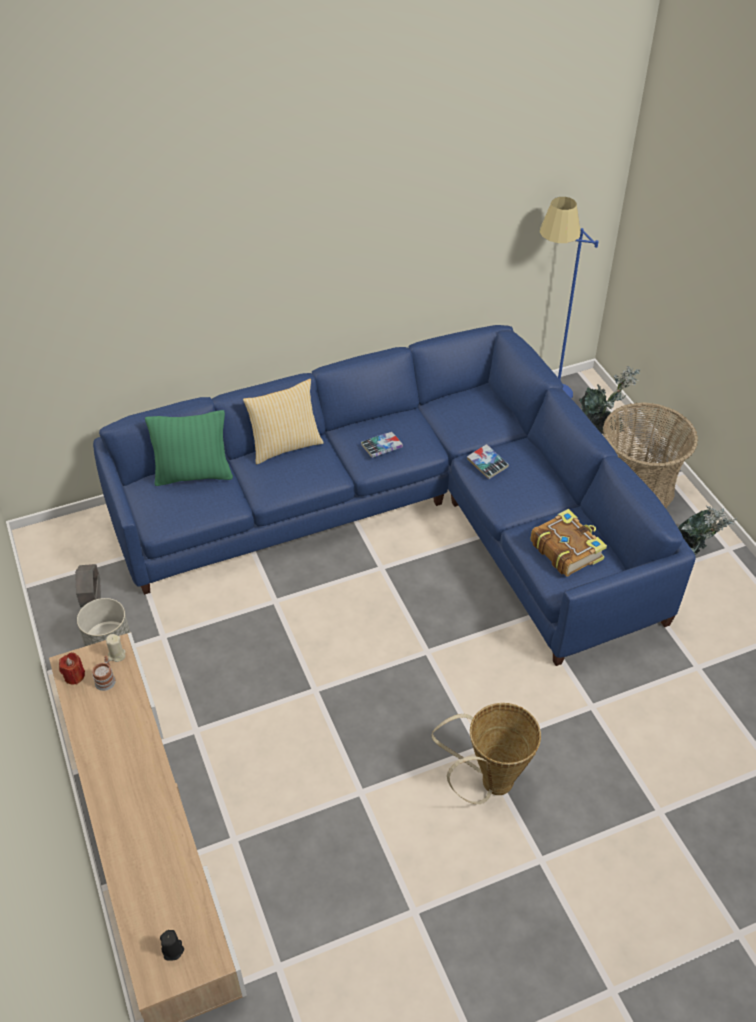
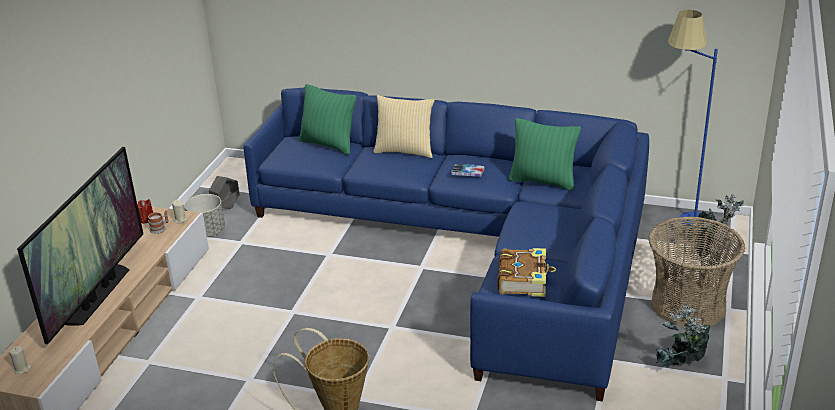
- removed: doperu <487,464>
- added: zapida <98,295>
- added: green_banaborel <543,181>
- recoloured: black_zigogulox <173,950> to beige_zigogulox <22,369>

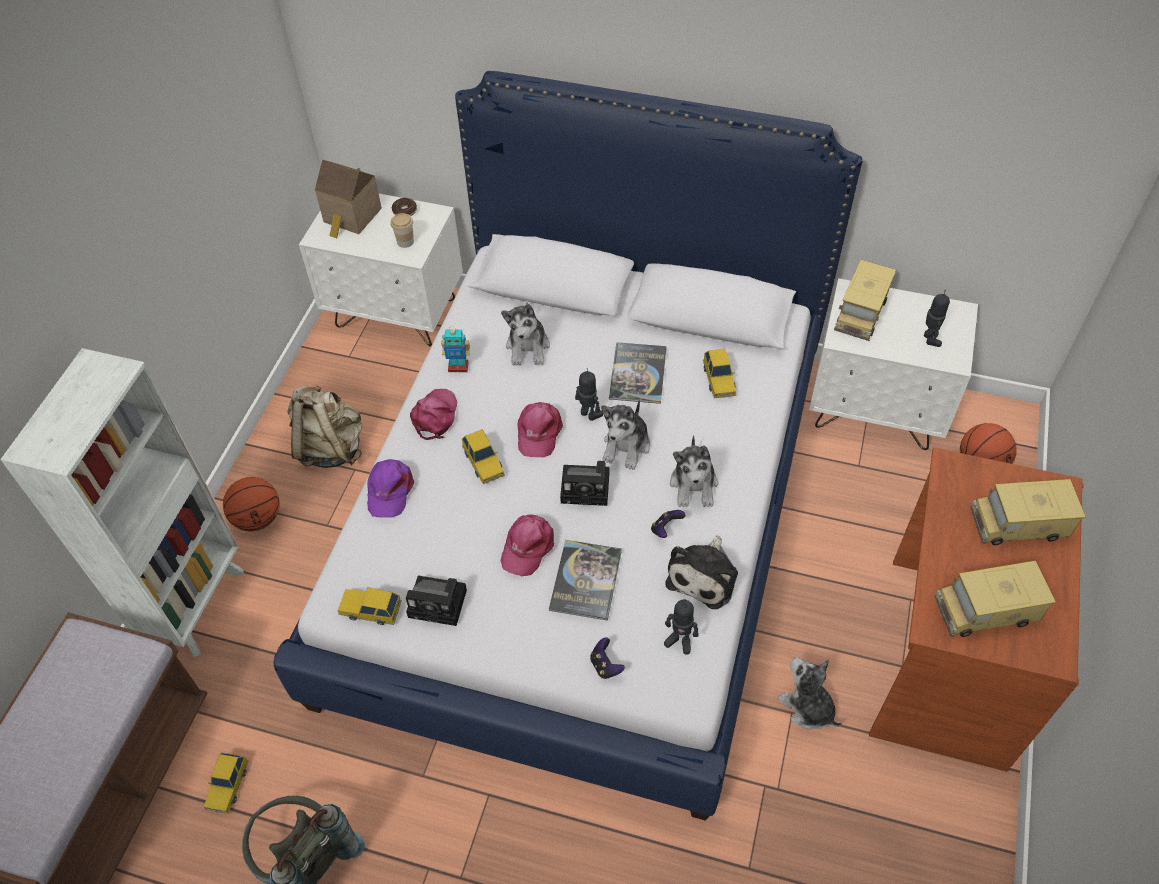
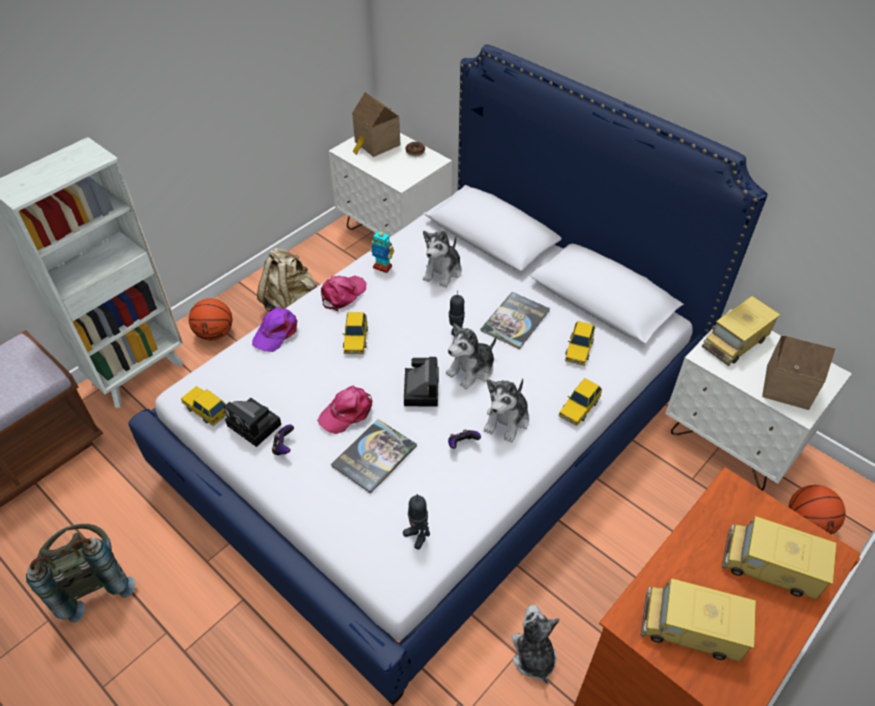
- removed: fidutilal <405,241>
- removed: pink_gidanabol <538,432>
- removed: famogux <704,575>
- moved: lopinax <227,786> to <579,407>
- moved: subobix <605,665> to <284,447>
- replaced: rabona <929,339> to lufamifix <787,385>
- turned: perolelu <587,488> = <420,388> 120 degrees counterclockwise

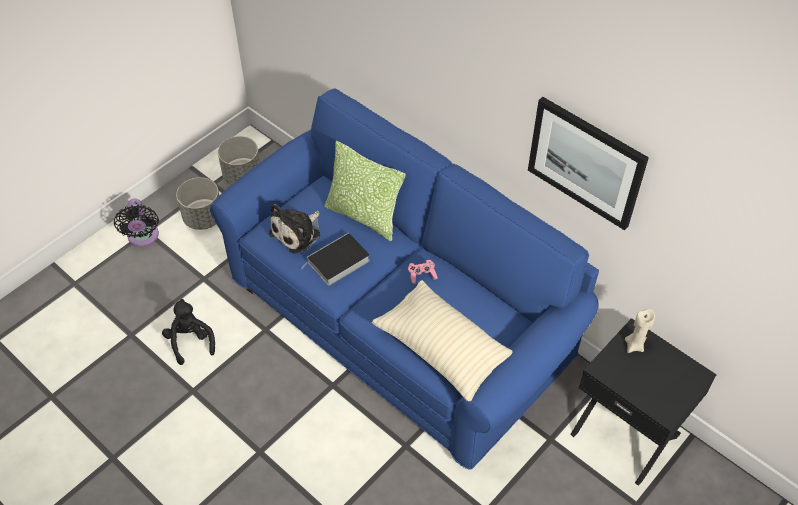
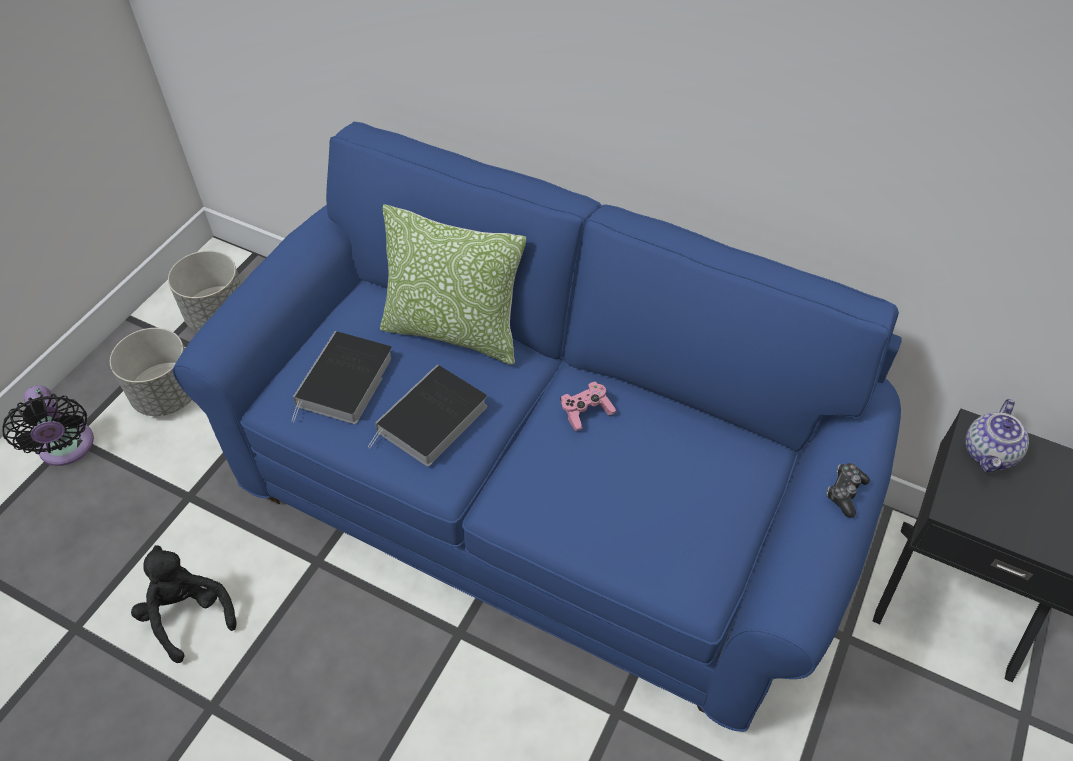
- removed: beige_banaborel <443,349>
- removed: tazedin <586,162>
- added: subobix <845,492>
- replaced: famogux <297,233> to doperu <345,384>
- replaced: beige_zigogulox <634,345> to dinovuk <989,454>

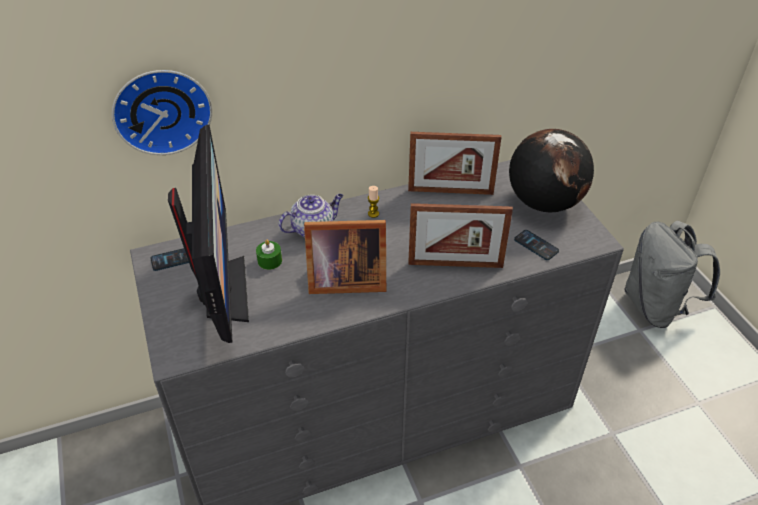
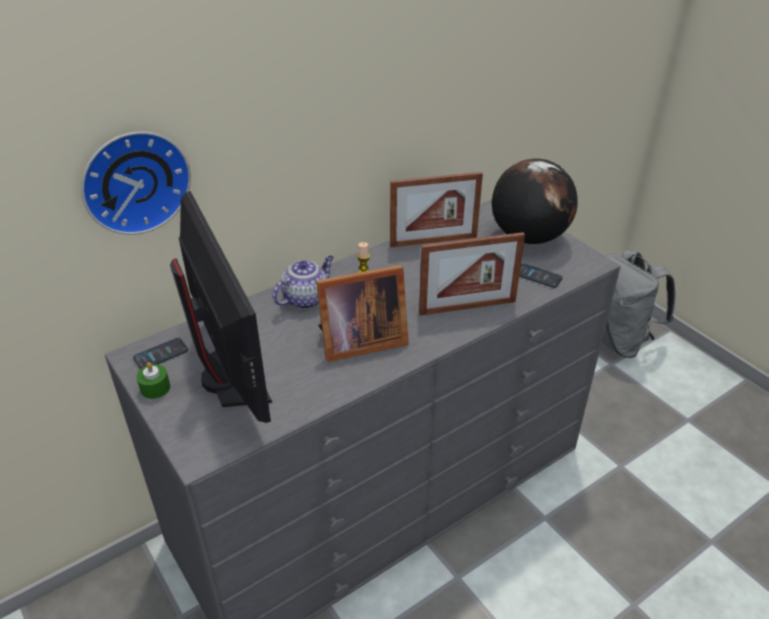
- moved: green_zigogulox <270,261> to <155,388>

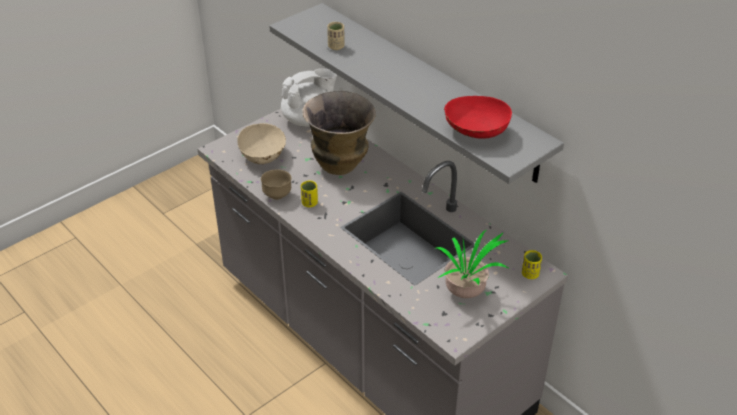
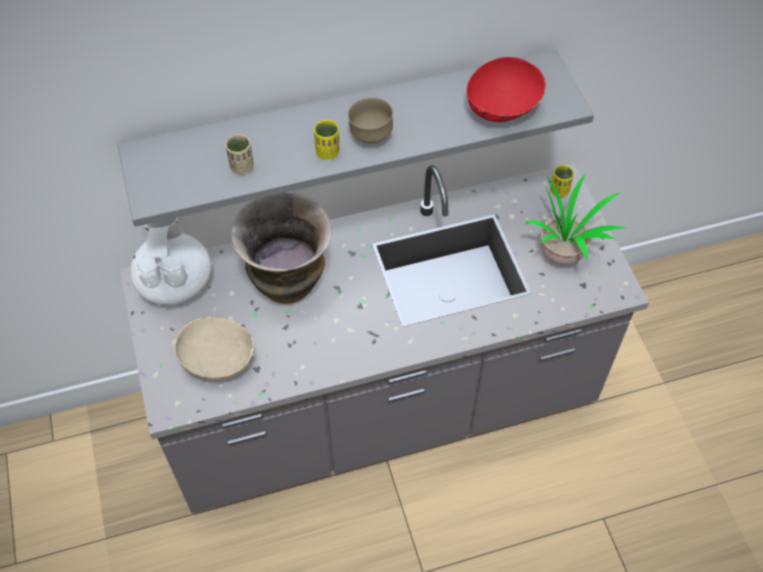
- moved: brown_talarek <277,195> to <370,136>
- moved: yellow_fidutilal <309,203> to <327,152>

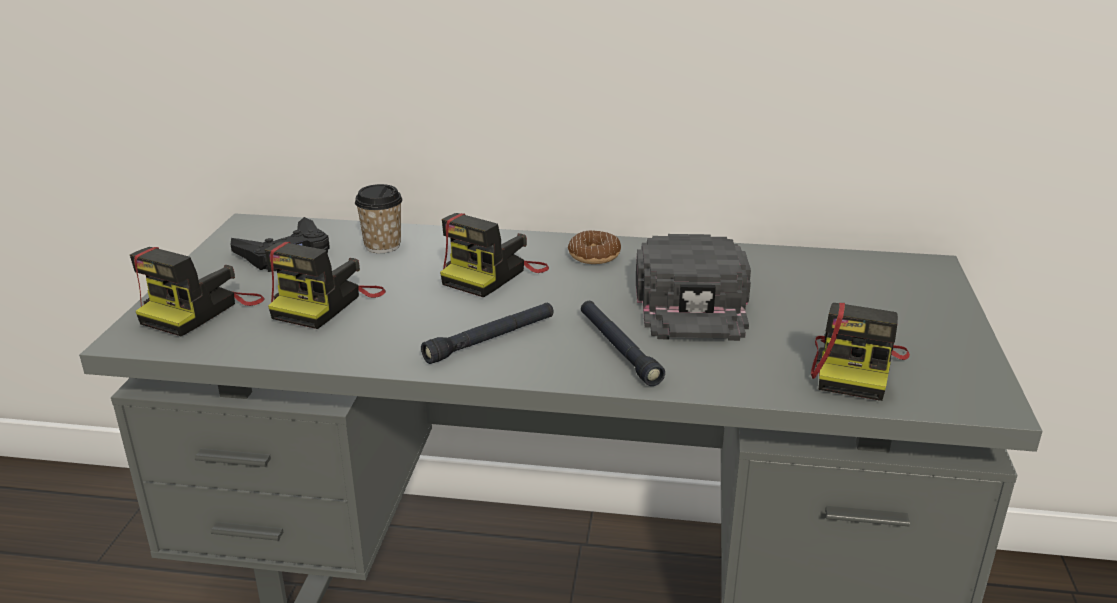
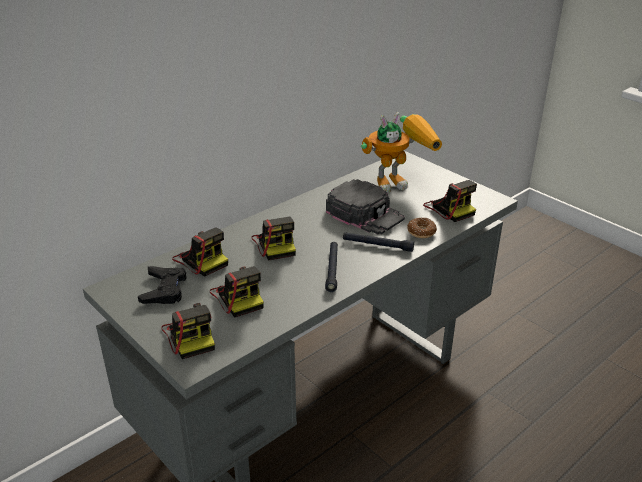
- added: rabona <399,181>
- moved: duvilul <594,255> to <421,232>
- replaced: fidutilal <382,246> to perolelu <201,260>

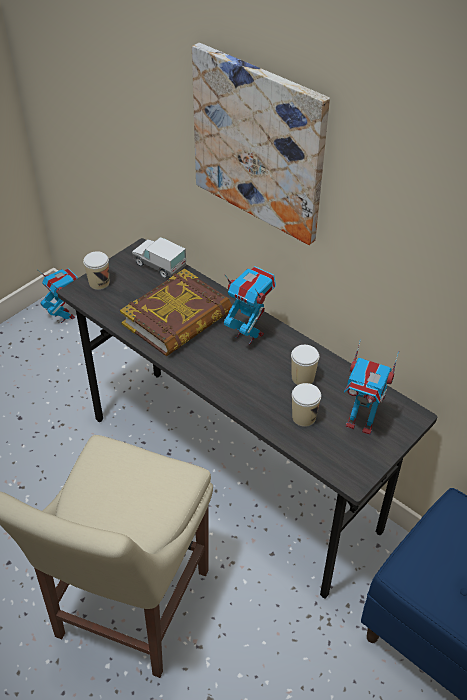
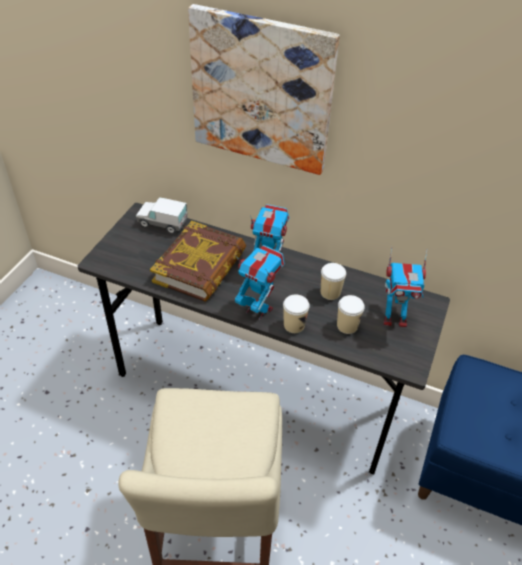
- moved: rabona <64,316> to <258,309>
- moved: fidutilal <99,283> to <294,325>

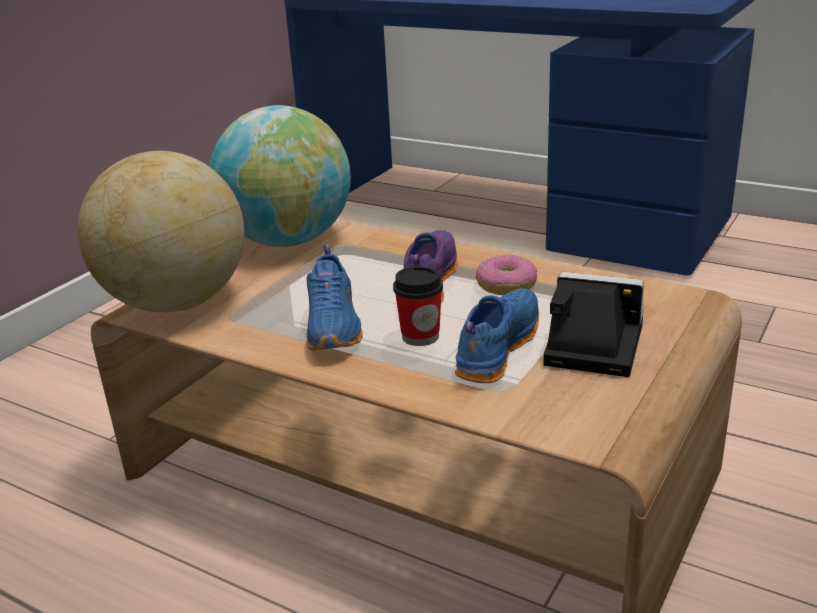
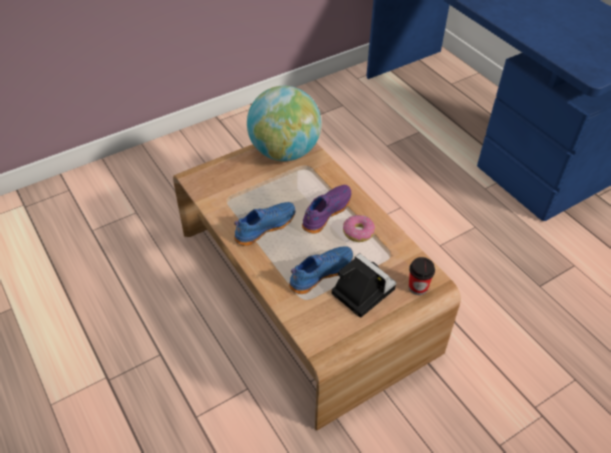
- removed: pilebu <176,303>
- moved: fidutilal <420,336> to <418,287>
- turned: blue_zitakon <335,327> = <264,227> 150 degrees counterclockwise

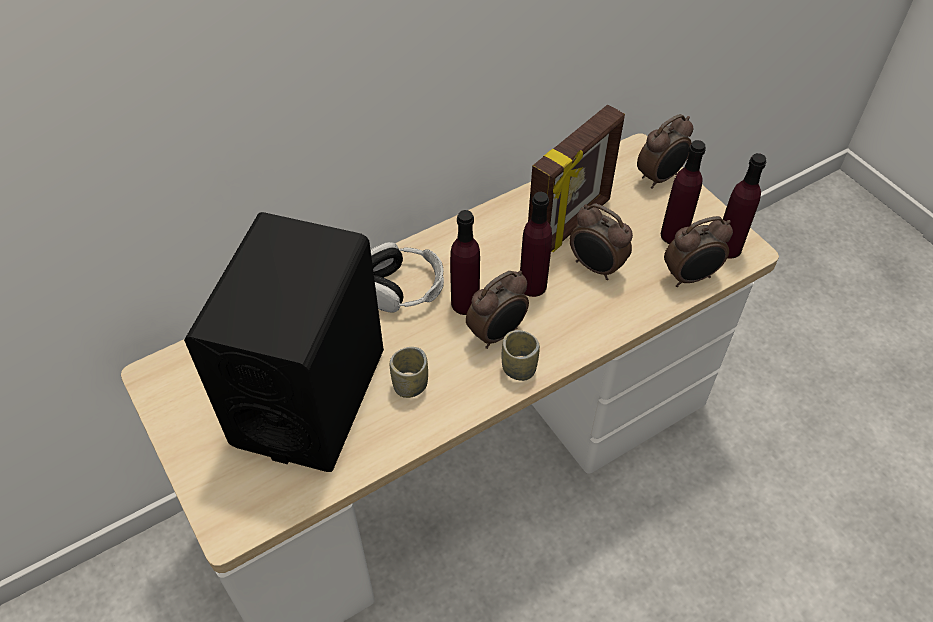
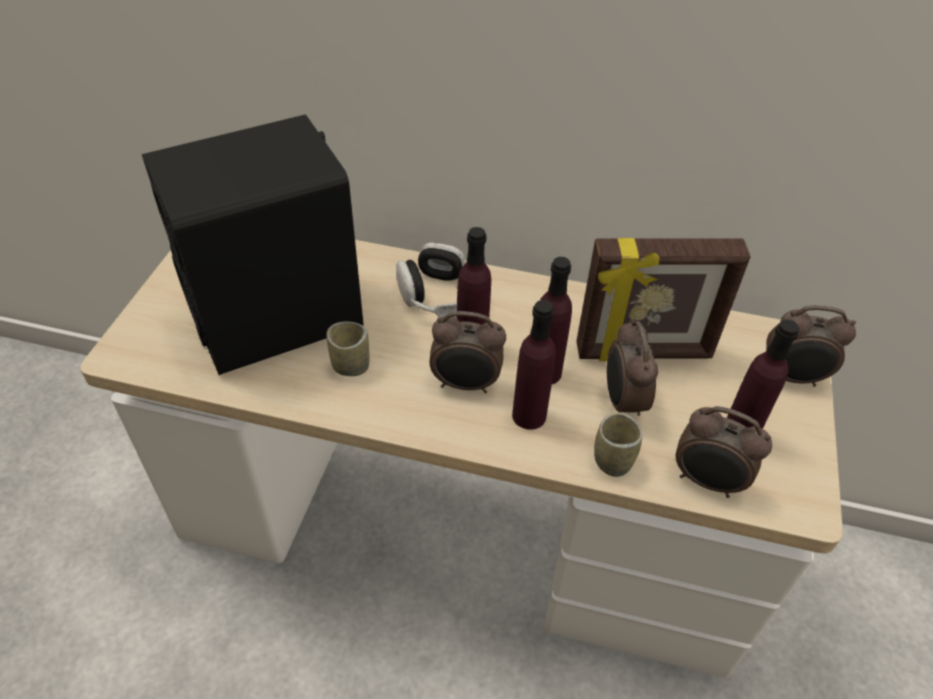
- moved: fidutilal <519,368> to <612,461>
- moved: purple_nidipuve <727,248> to <529,415>

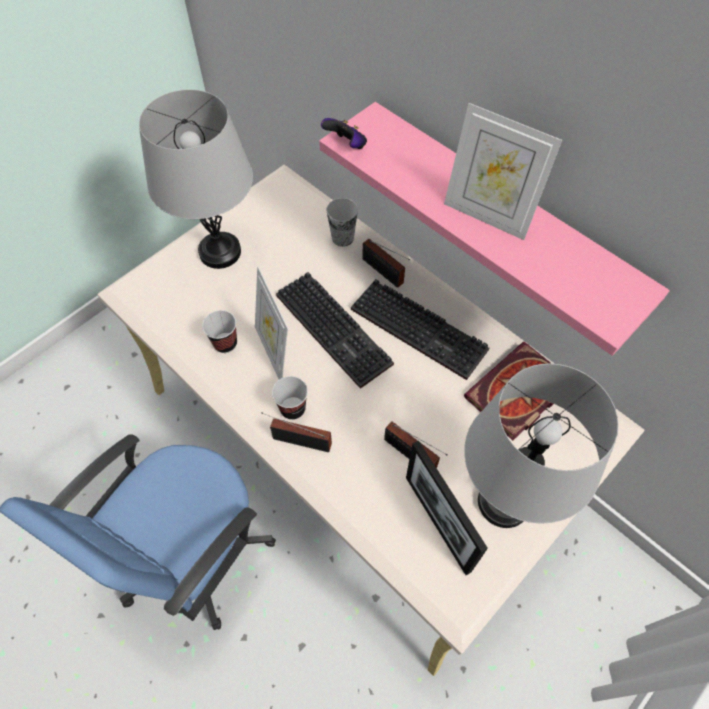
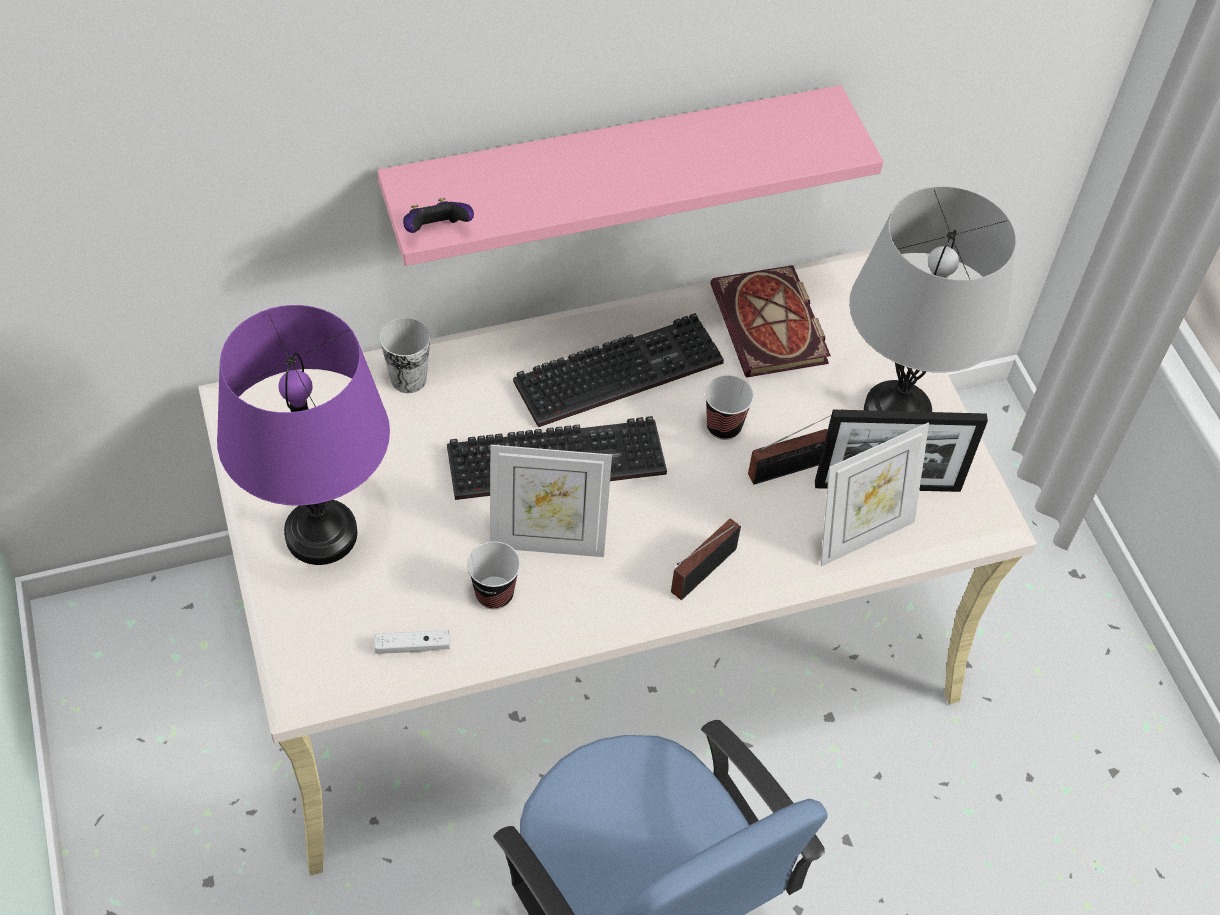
- removed: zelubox <384,273>
- added: white_subobix <412,646>
- moved: fidutilal <293,409> to <723,426>
- moved: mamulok <487,215> to <861,535>
- recoloured: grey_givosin <220,252> to purple_givosin <321,534>

